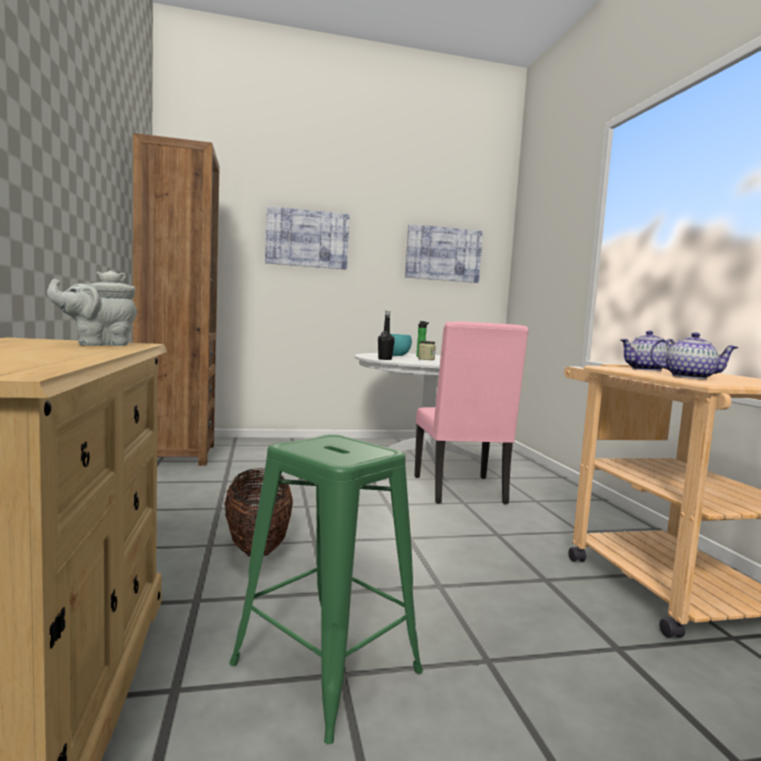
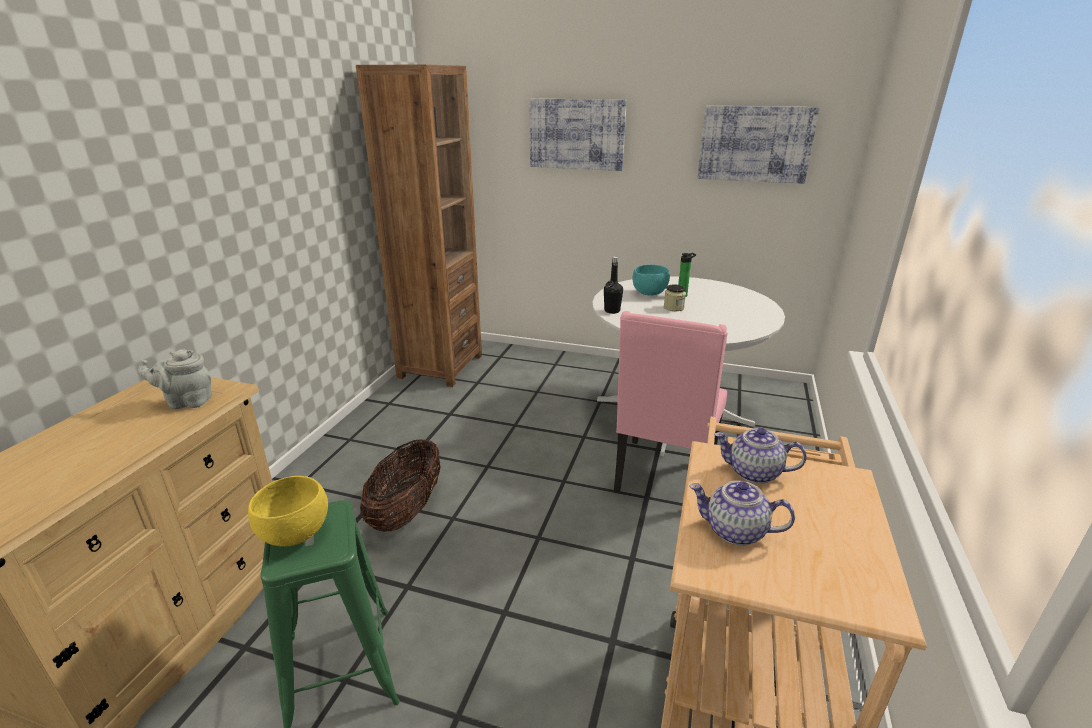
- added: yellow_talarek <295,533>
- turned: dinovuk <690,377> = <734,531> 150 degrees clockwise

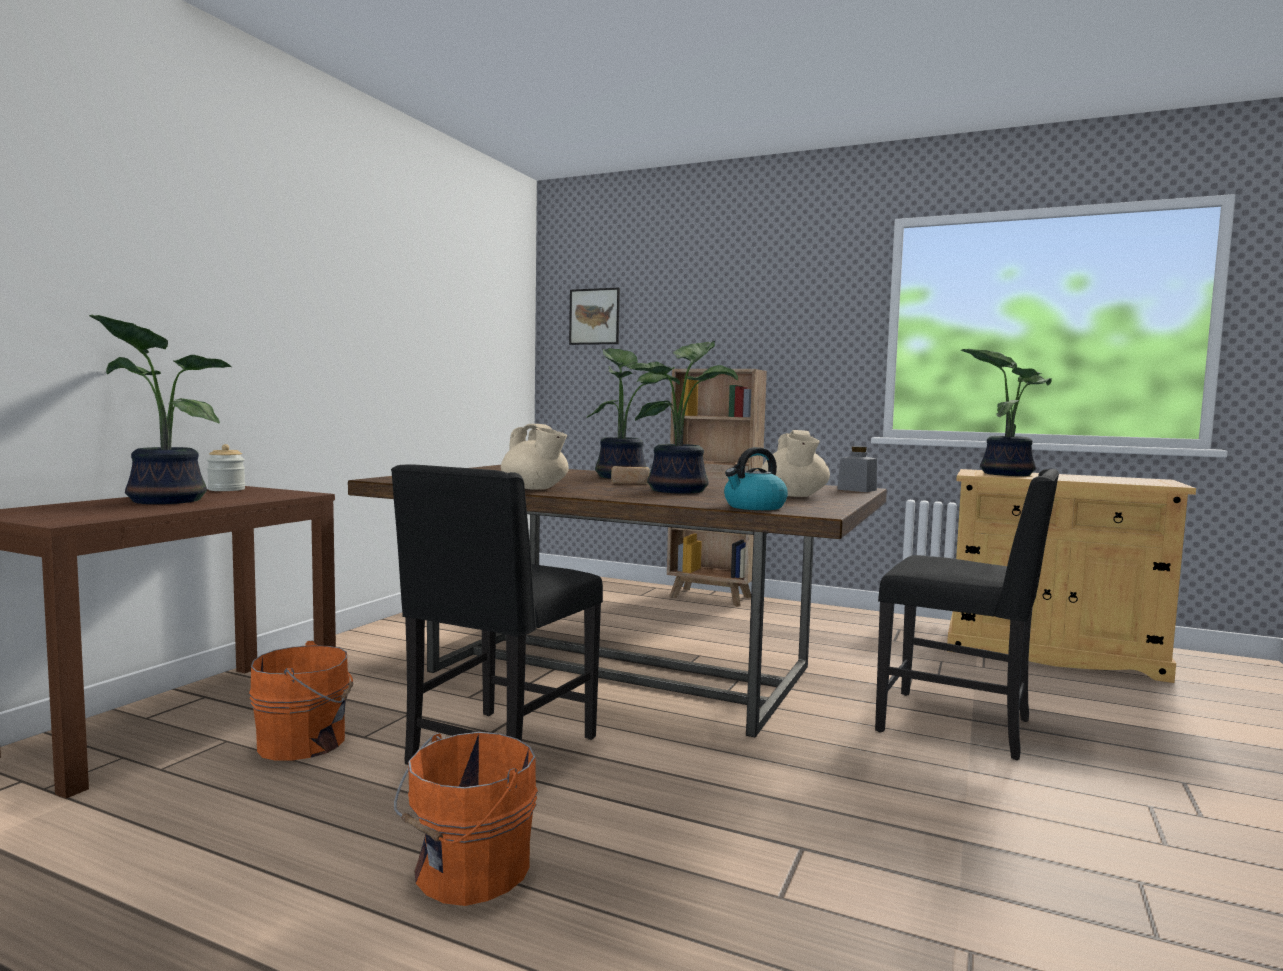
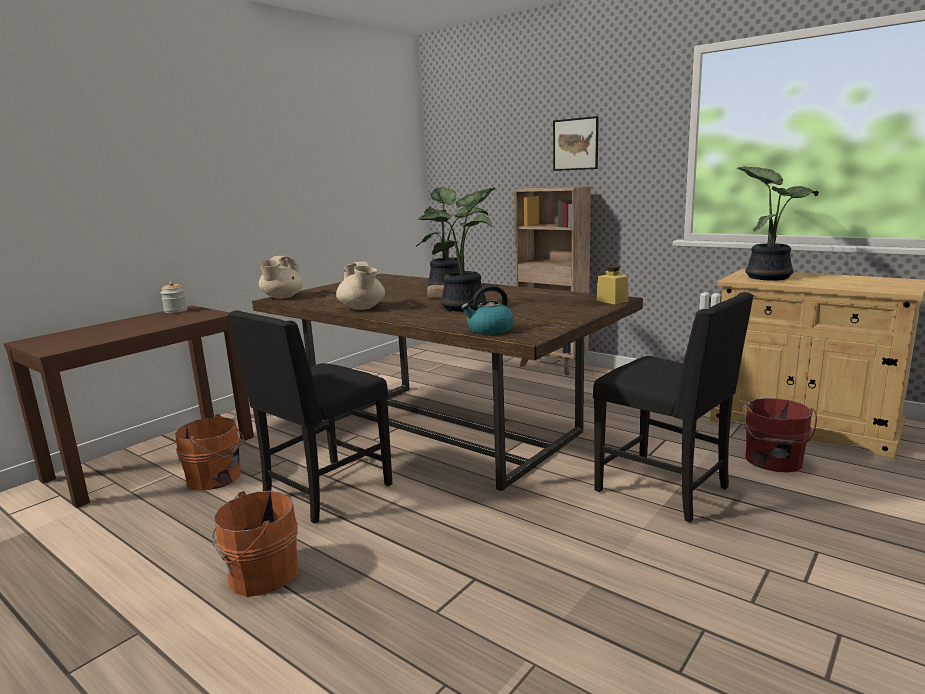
- removed: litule <161,501>
- added: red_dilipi <773,461>
- moved: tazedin <594,316> to <575,144>
- moved: beige_dinovuk <794,496> to <282,297>
- recoloured: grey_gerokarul <857,490> to yellow_gerokarul <612,301>

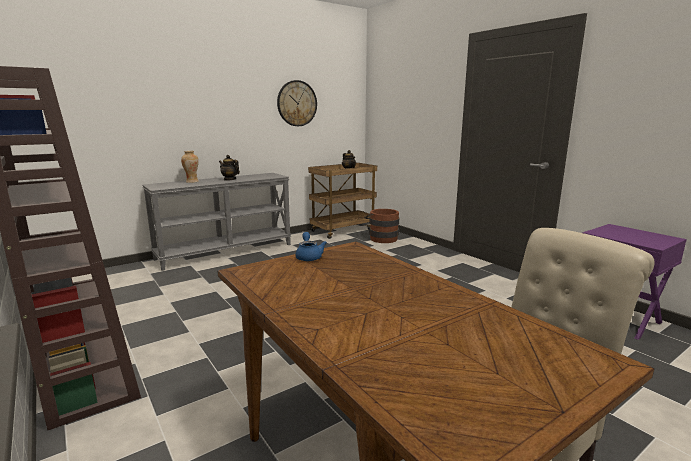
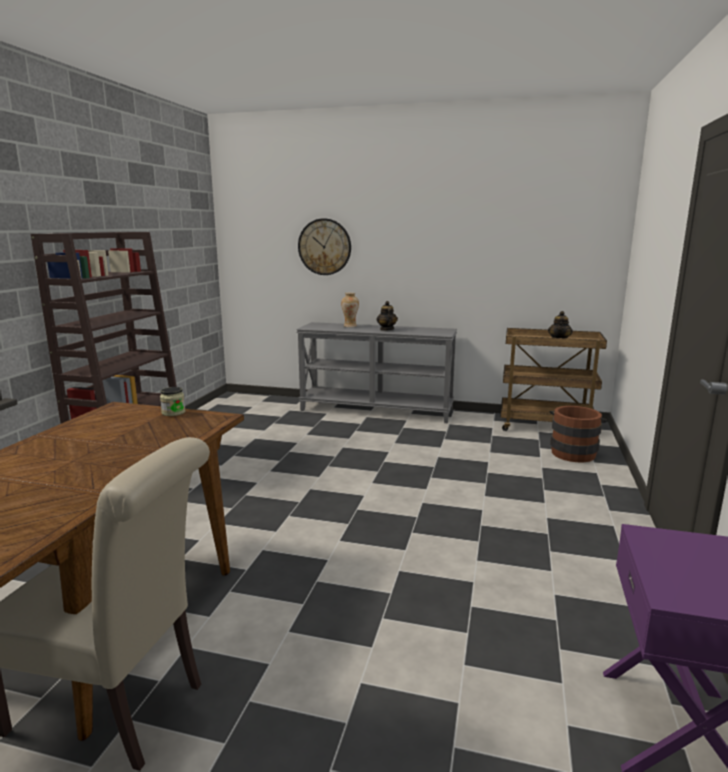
- moved: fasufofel <297,103> to <324,247>
- replaced: blue_dinovuk <309,256> to gerokarul <173,412>

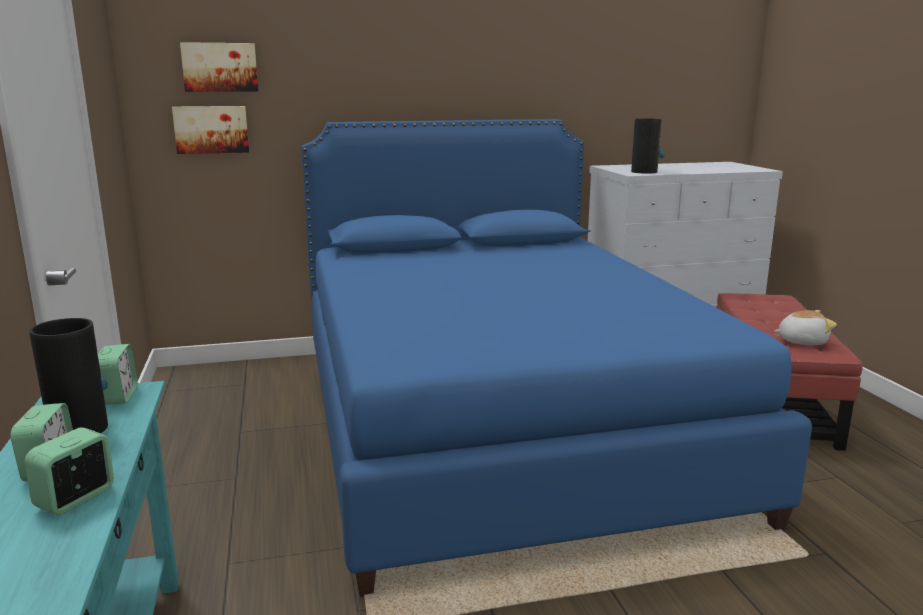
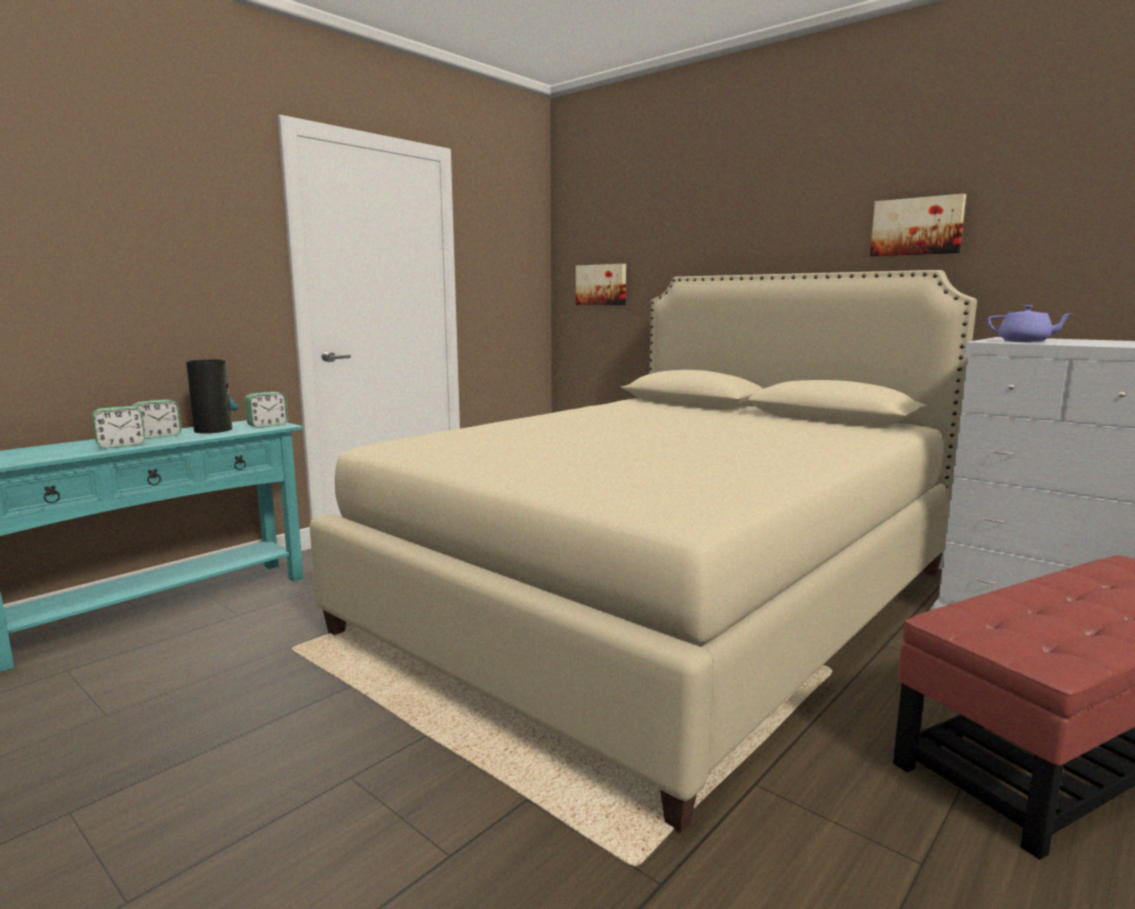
- removed: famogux <802,341>
- moved: tazedin <220,67> to <917,226>
- replaced: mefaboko <644,172> to purple_dinovuk <1025,341>
- recoloured: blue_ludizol <497,423> to beige_ludizol <662,600>
- turned: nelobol <76,498> = <121,445> 150 degrees clockwise

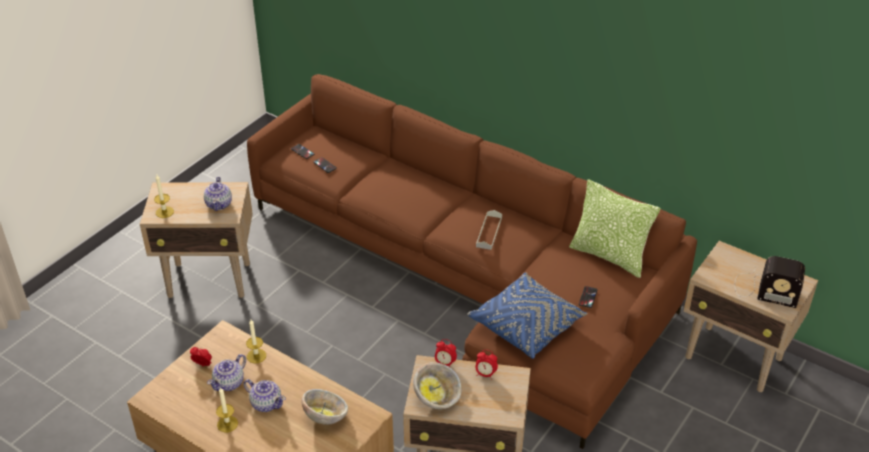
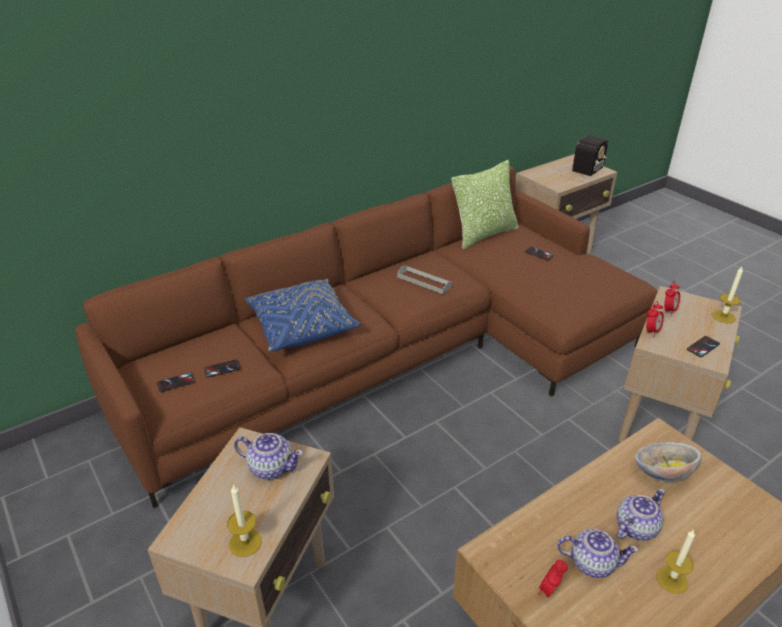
- moved: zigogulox <256,356> to <723,316>
- moved: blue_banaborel <526,325> to <301,326>
- replaced: talarek <437,398> to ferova <703,347>
- turned: dinovuk <229,383> = <591,562> 45 degrees counterclockwise

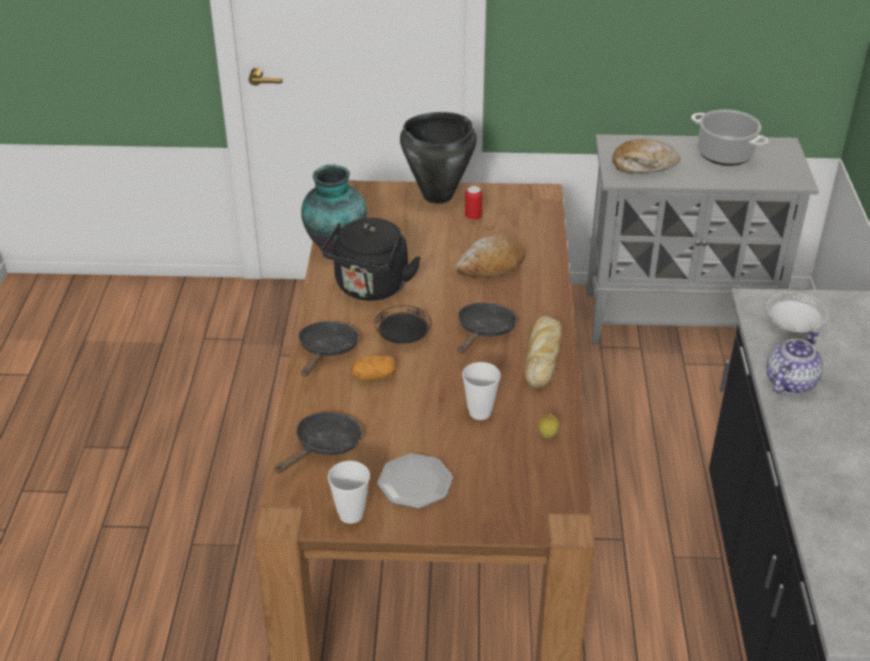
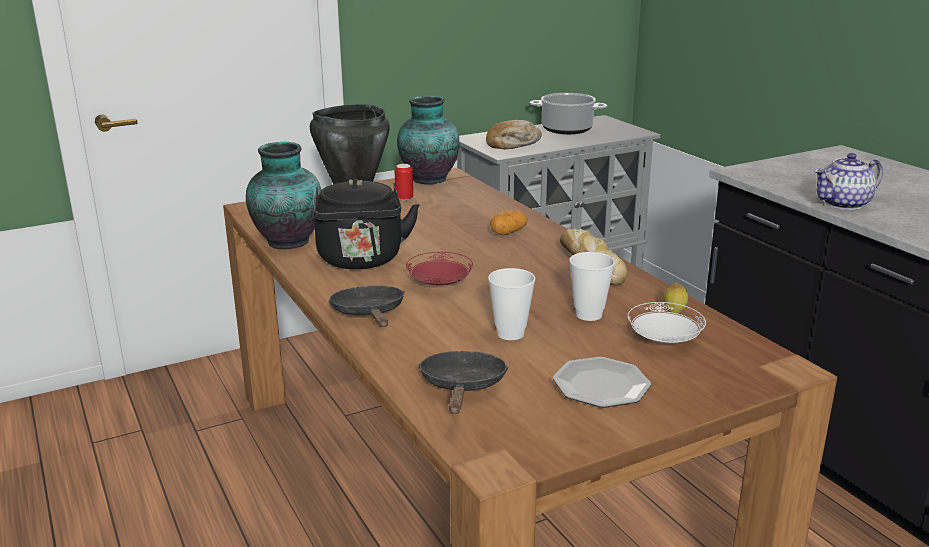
- removed: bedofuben <491,266>
- removed: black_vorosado <484,331>
- added: mefaboko <428,180>
- moved: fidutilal <351,514> to <510,334>
- moved: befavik <374,376> to <508,232>
- moved: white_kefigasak <793,326> to <664,341>
- recoloured: black_kefigasak <403,337> to red_kefigasak <440,285>
- turned: dinovuk <789,382> = <844,204> 120 degrees counterclockwise

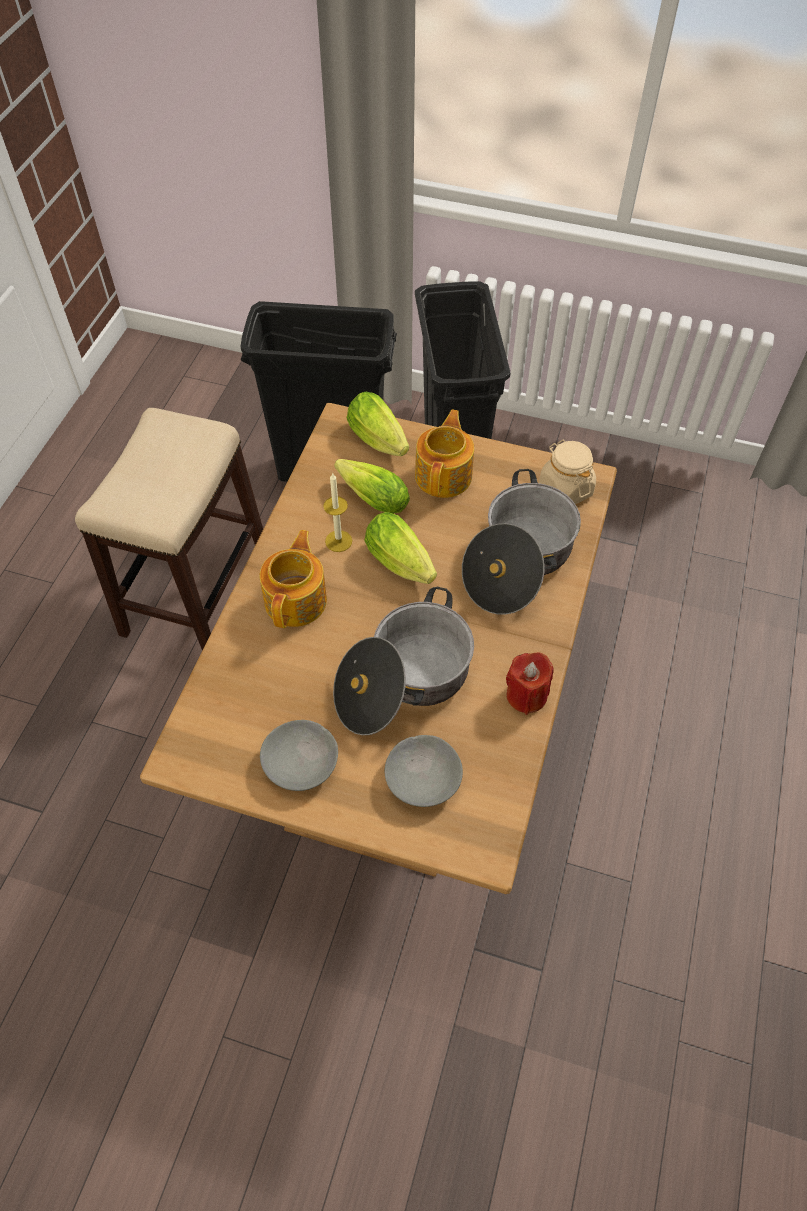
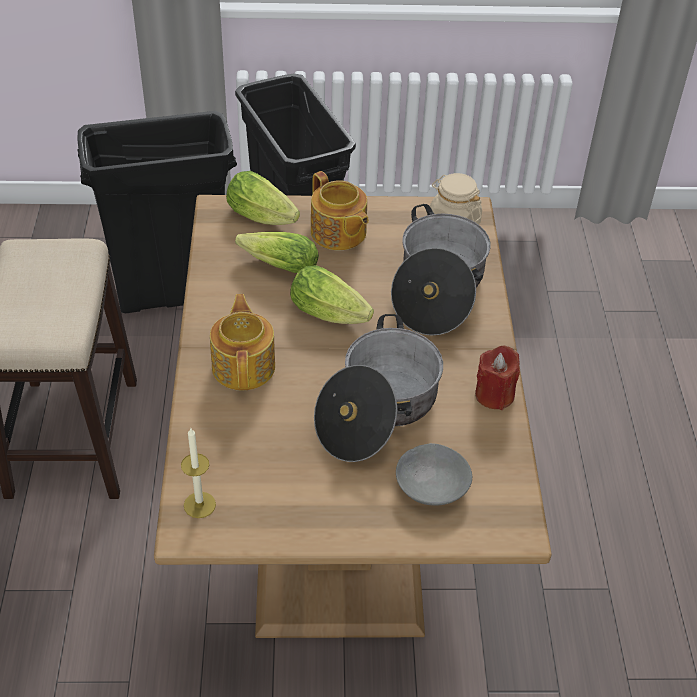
- removed: grey_talarek <302,762>
- moved: zigogulox <338,541> to <199,505>
- turned: dinovuk <444,475> = <338,233> 150 degrees clockwise

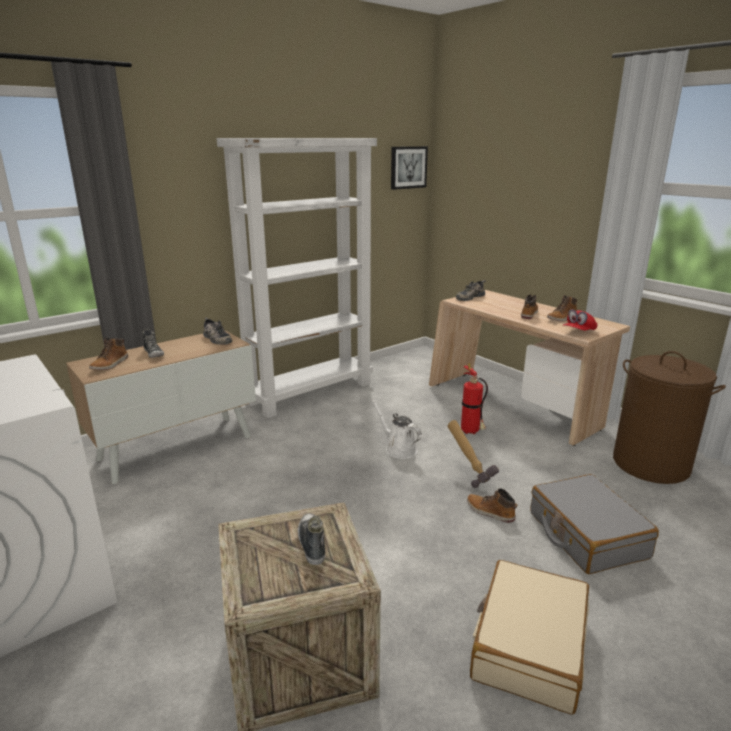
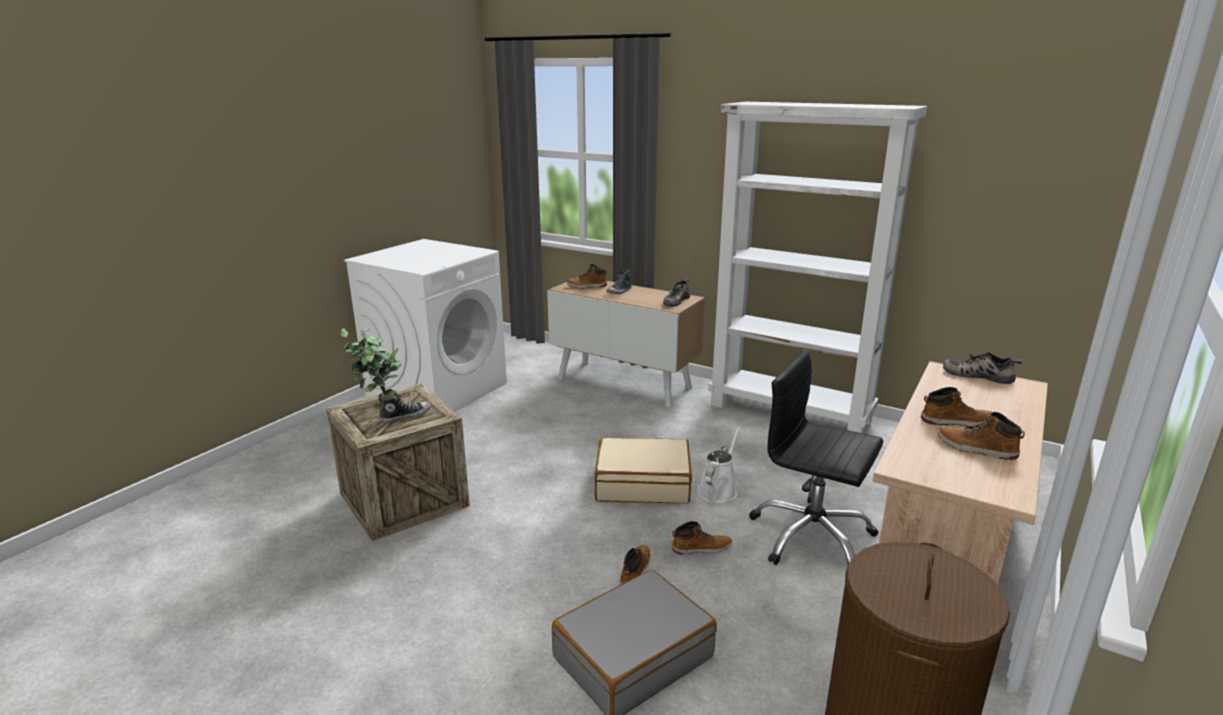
- removed: tazedin <408,167>
- removed: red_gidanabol <579,332>
- added: litule <378,405>
- moved: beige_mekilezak <528,645> to <642,483>
- replaced: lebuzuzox <470,475> to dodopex <701,548>
- replaced: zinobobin <471,432> to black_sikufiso <811,537>

